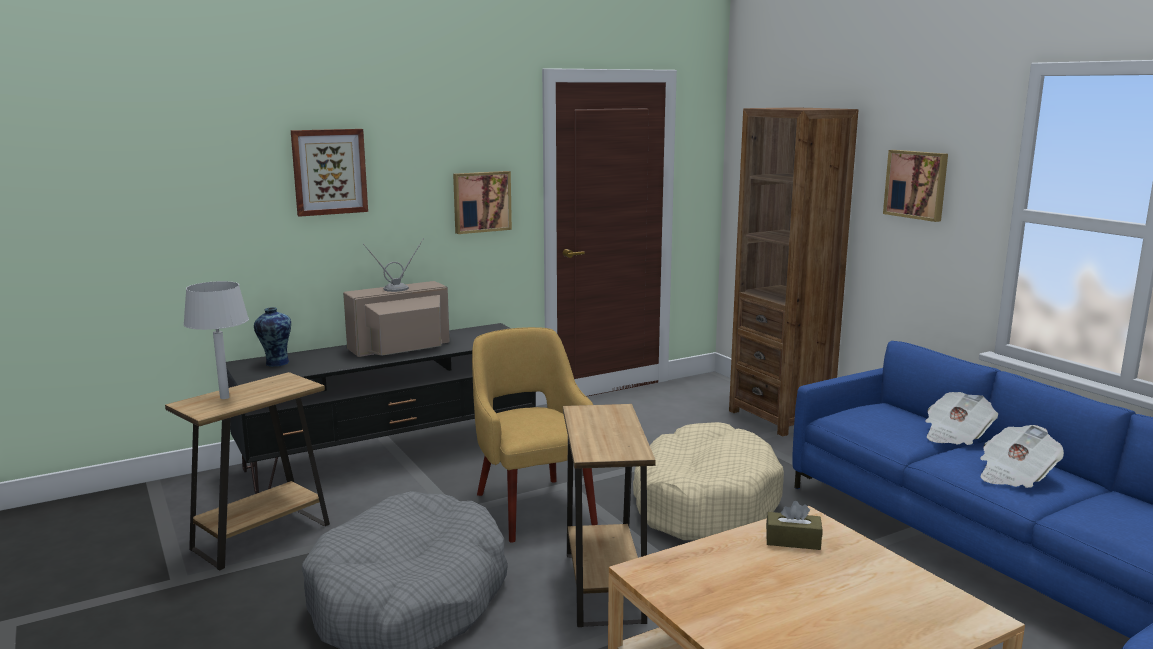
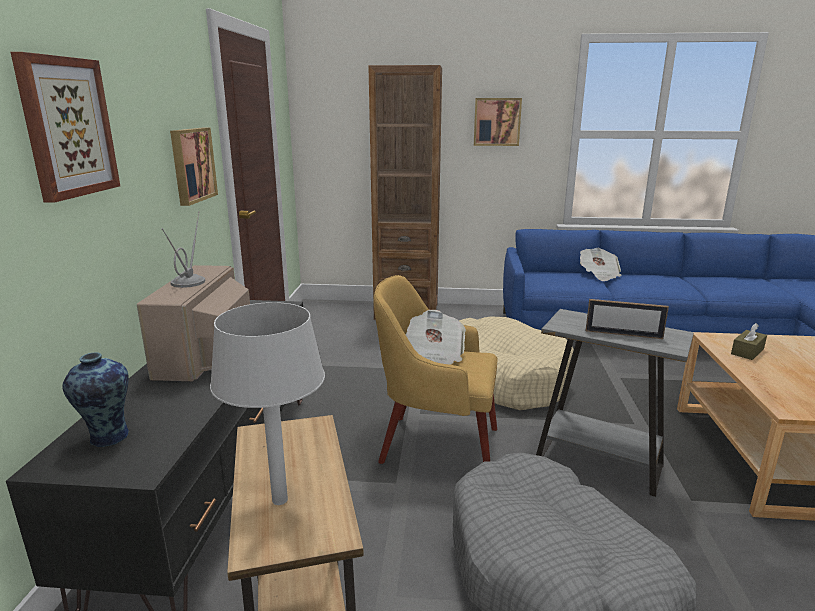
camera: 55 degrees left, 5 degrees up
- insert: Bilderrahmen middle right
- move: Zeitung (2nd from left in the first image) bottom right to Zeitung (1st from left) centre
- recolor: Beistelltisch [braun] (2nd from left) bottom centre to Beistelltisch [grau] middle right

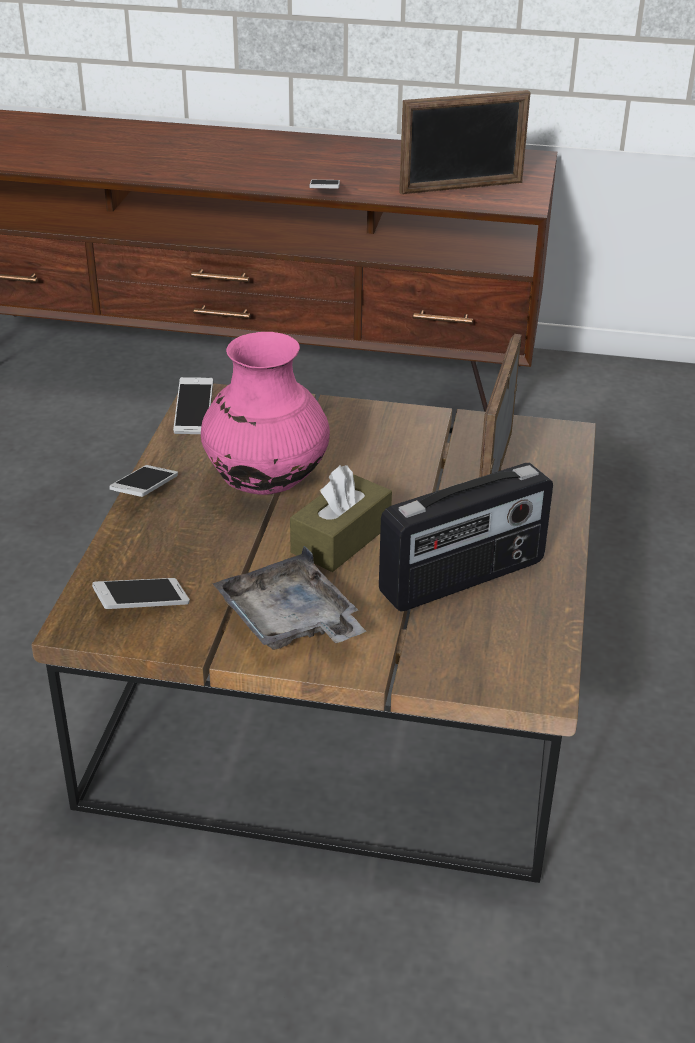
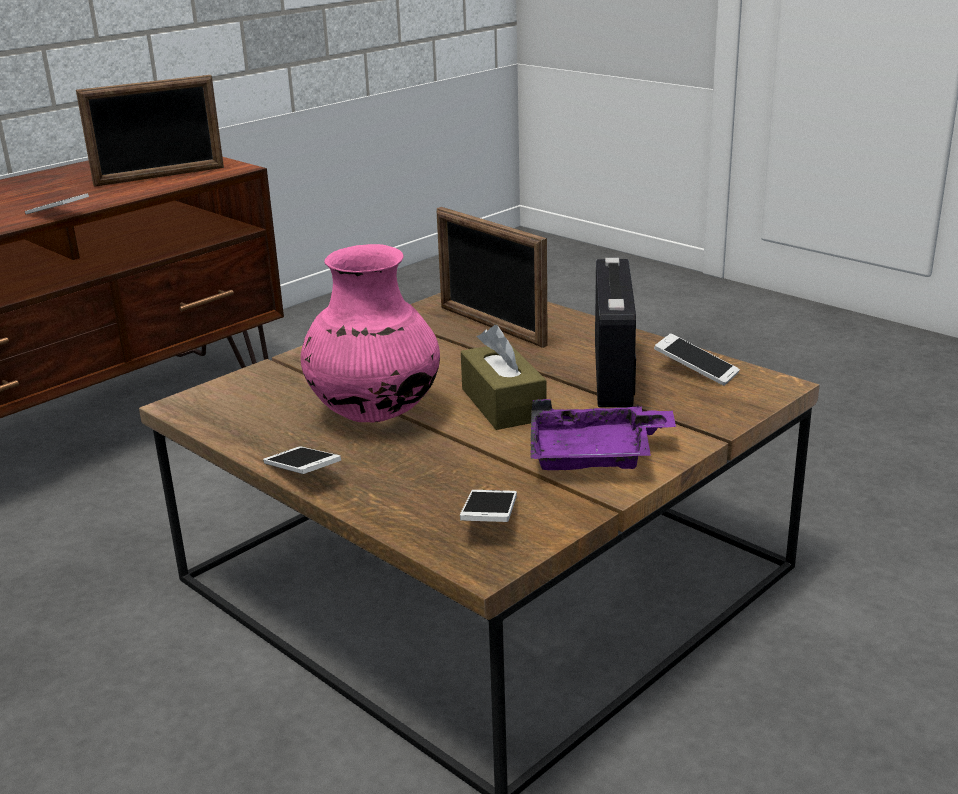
camera: 55 degrees left, 10 degrees down
- move: Handy (3rd from left in the first image) middle left to Handy (4th from left) middle right
- recolor: Tablett [grau] centre to Tablett [lila] centre
- rotate: Bilderrahmen (1st from left) top right = top left 45 degrees clockwise

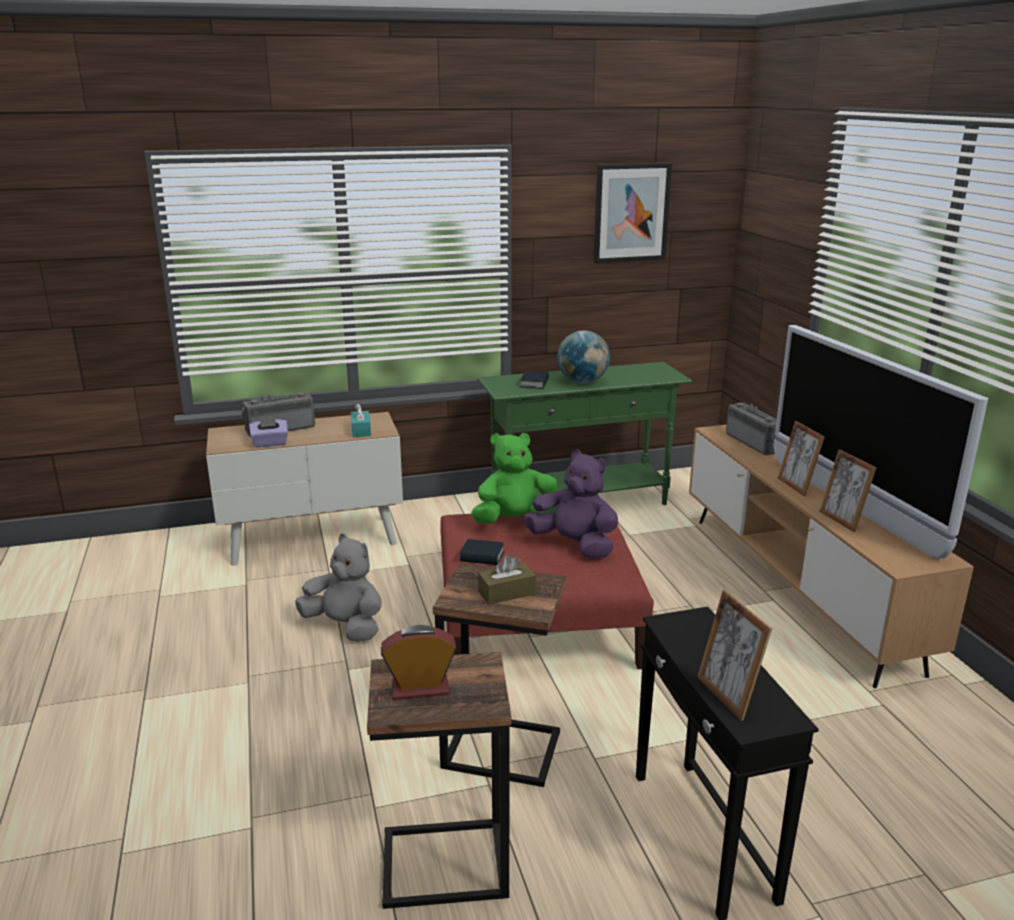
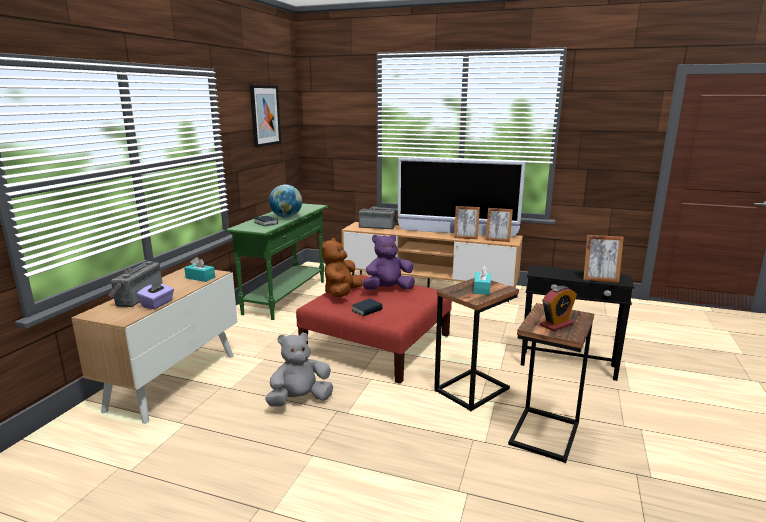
camera: 55 degrees left, 5 degrees down
- move: Bilderrahmen (2nd from left) middle right to centre
- recolor: Plüschtier [grün] centre to Plüschtier [braun] centre
- recolor: Taschentuchbox [braun] centre to Taschentuchbox [türkis] (2nd from left) centre
- rotate: Wecker bottom centre = middle right 150 degrees counterclockwise

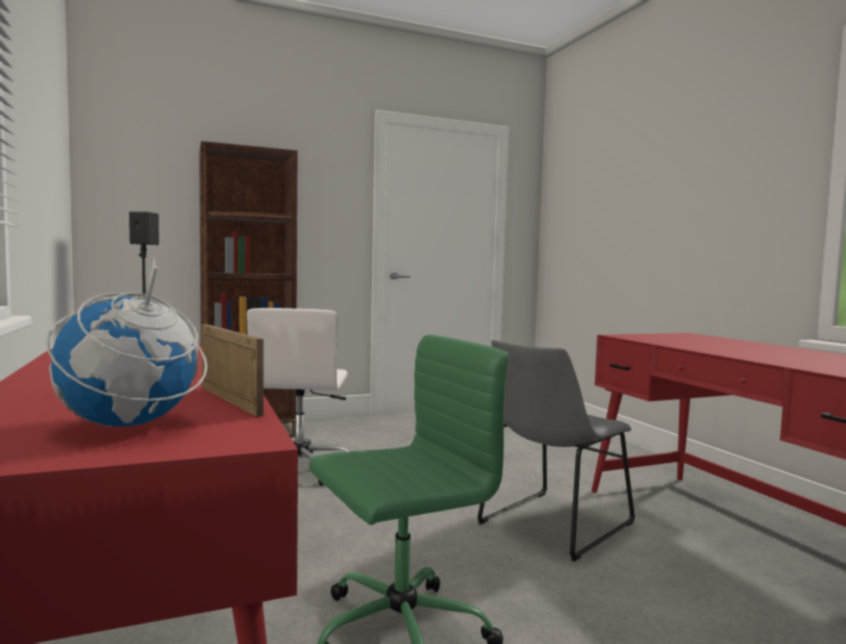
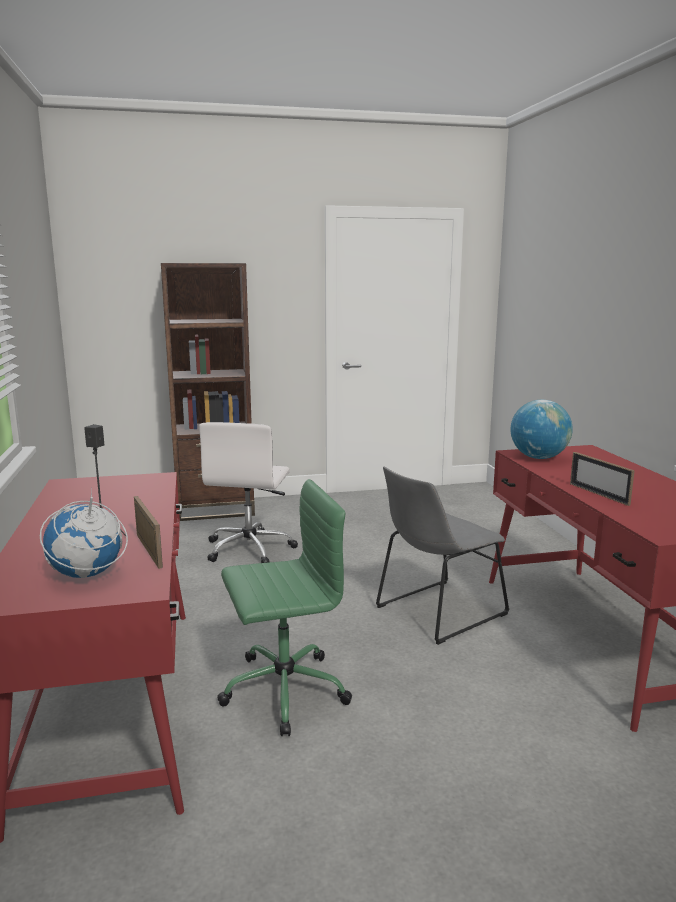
camera: 10 degrees right, 10 degrees up
- insert: Globus (2nd from left) middle right
- insert: Bilderrahmen (2nd from left) middle right

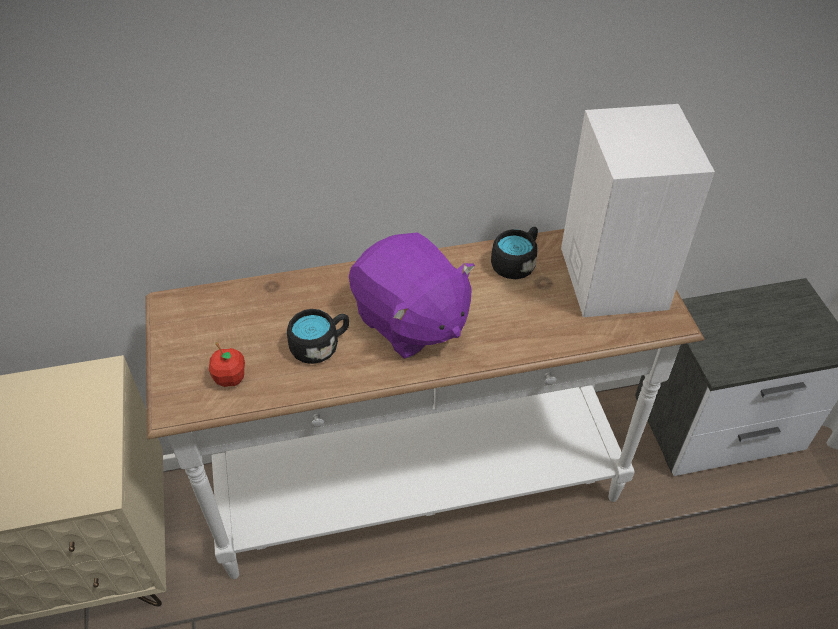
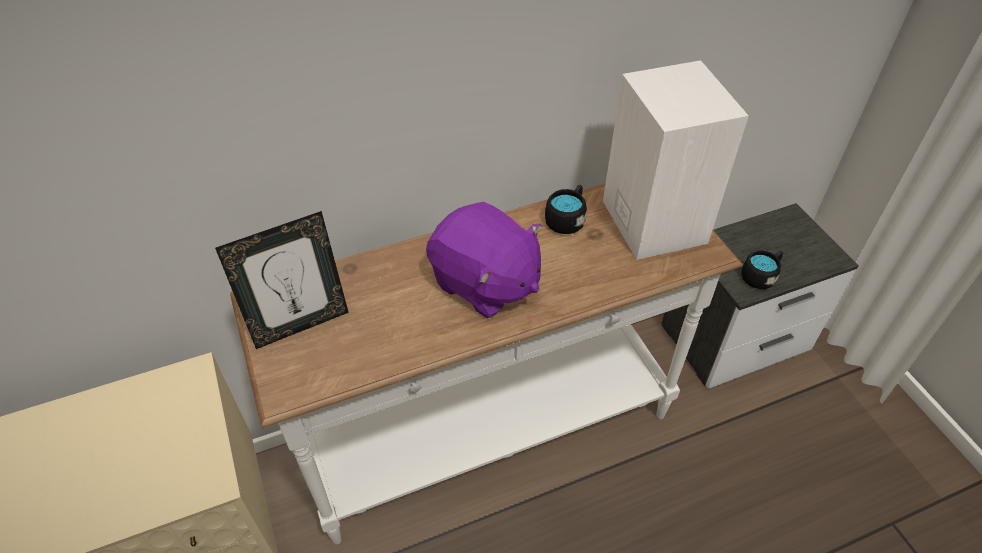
camera: 10 degrees left, 0 degrees up
- delete: Apfel middle left
- insert: Bilderrahmen middle left
- move: Henkelbecher [schwarz] (1st from left in the first image) centre to Henkelbecher [schwarz] (2nd from left) middle right

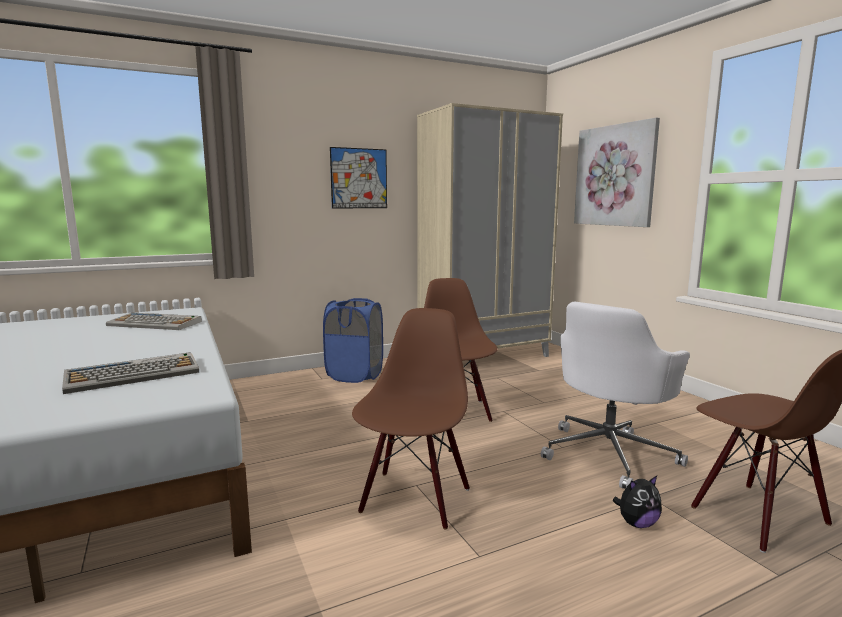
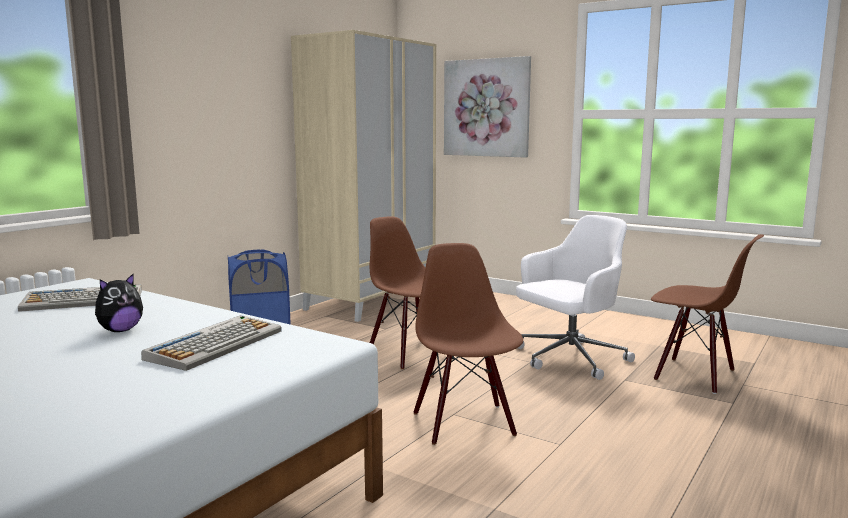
camera: 30 degrees left, 0 degrees up
- delete: Bild (1st from left) top centre
- move: Plüschtier bottom right to middle left
- rotate: Bürostuhl [weiß] middle right = middle right 135 degrees counterclockwise

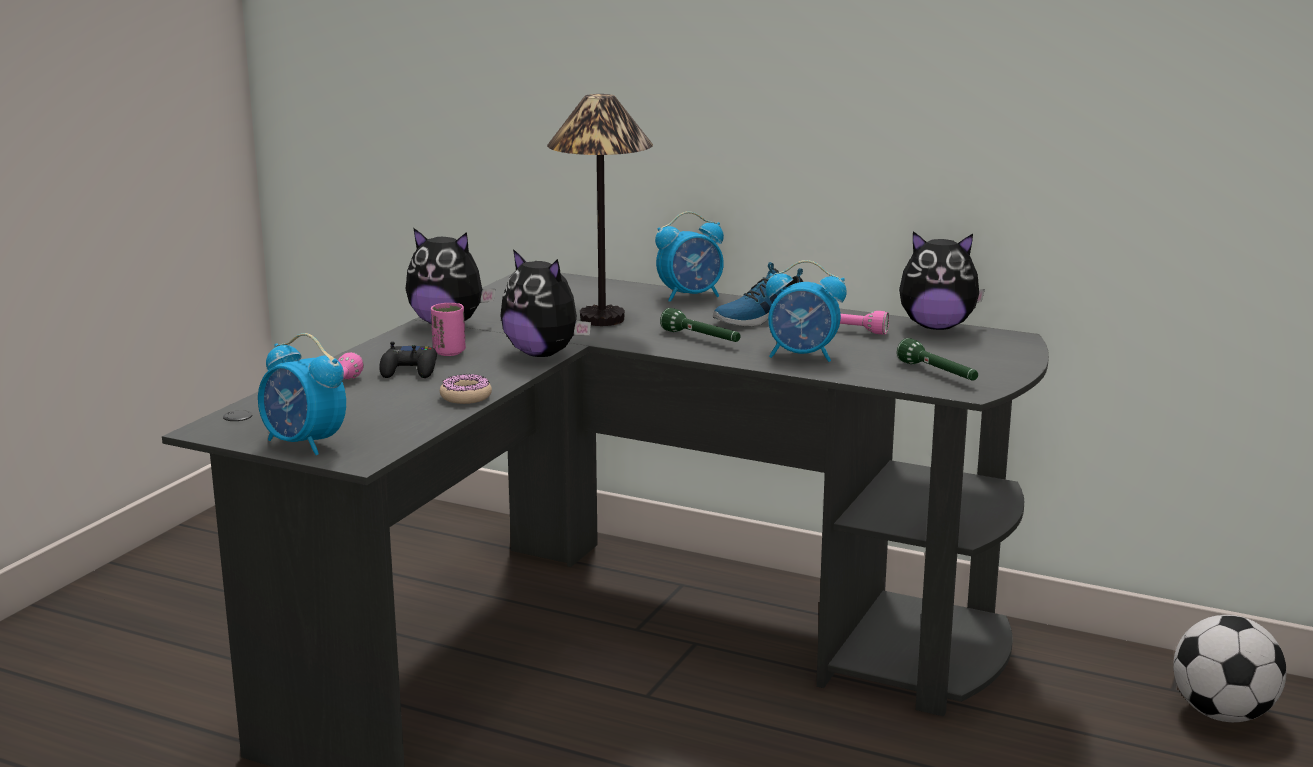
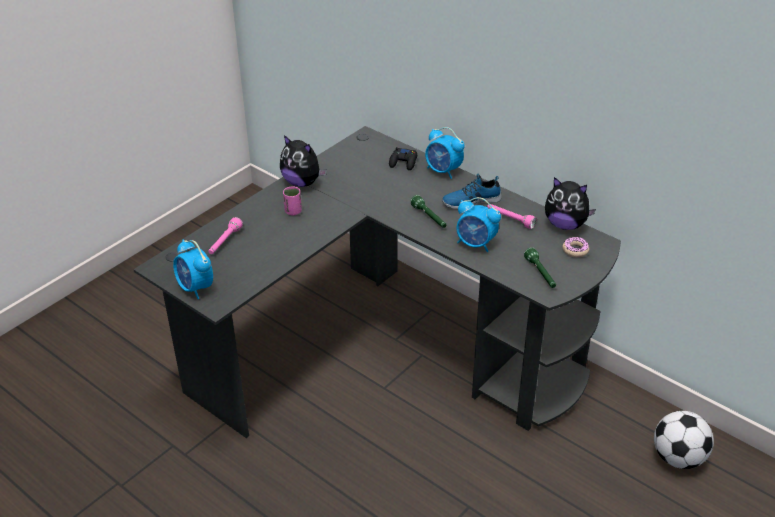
camera: 15 degrees right, 20 degrees up
- delete: Plüschtier (2nd from left) centre
- delete: Tischlampe top centre
- move: Gamepad [schwarz] middle left to top centre
- move: Donut centre to middle right
- rotate: Wecker (2nd from left) centre = top centre 45 degrees clockwise

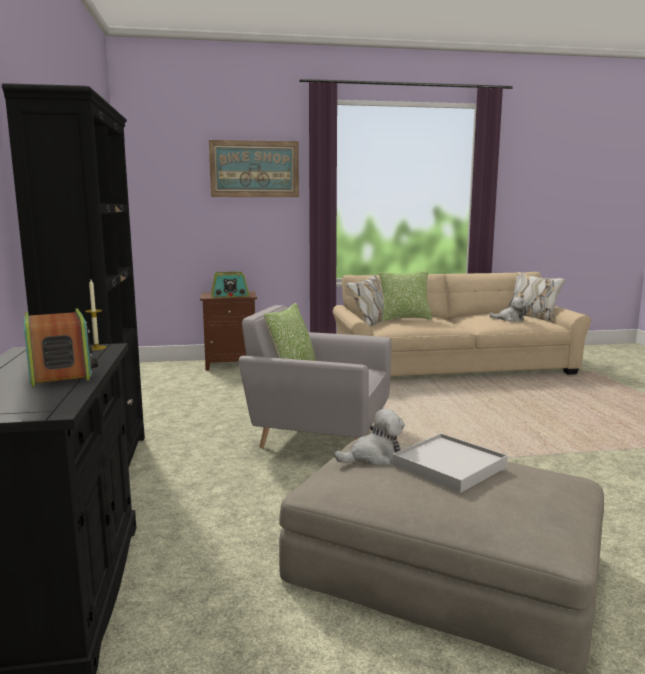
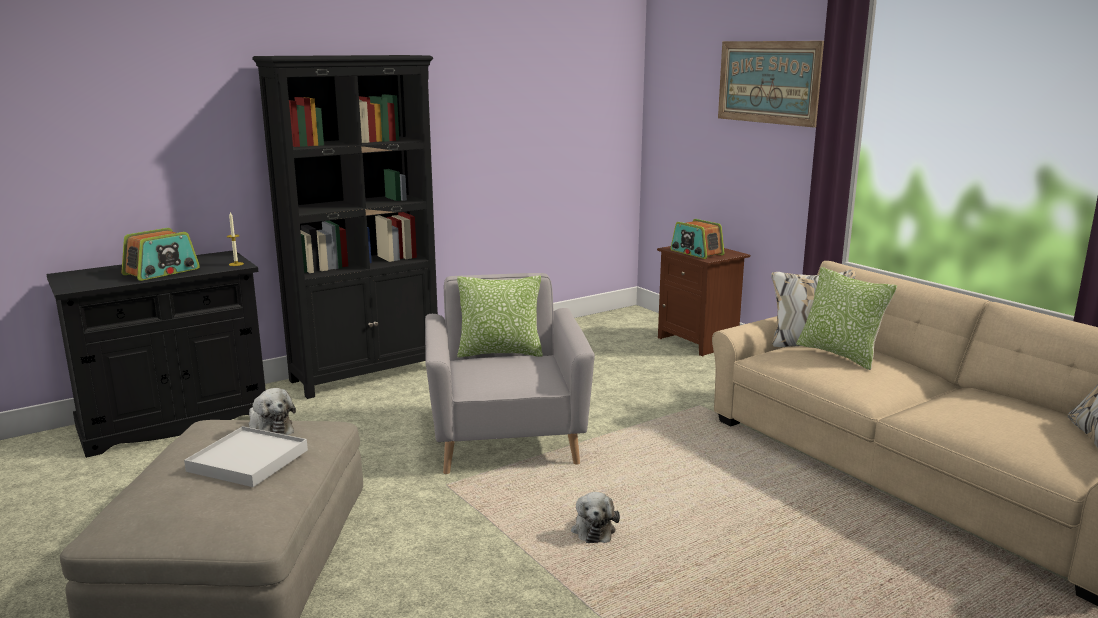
camera: 65 degrees right, 5 degrees up
- move: Plüschtier (2nd from left) middle right to bottom centre

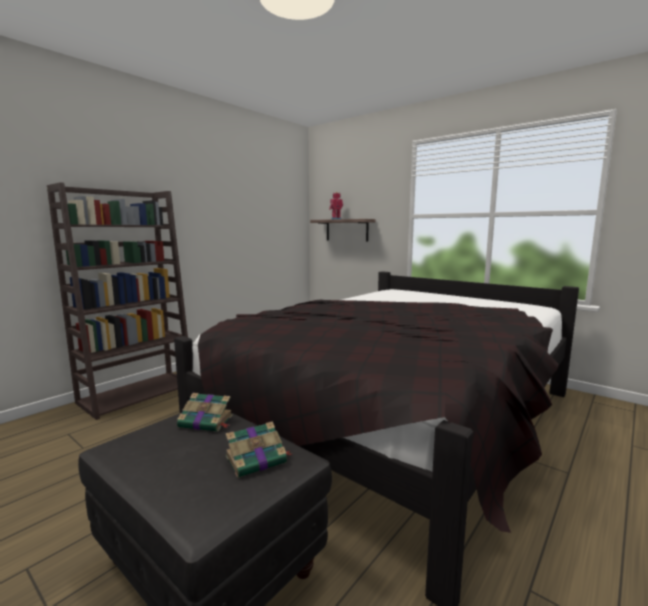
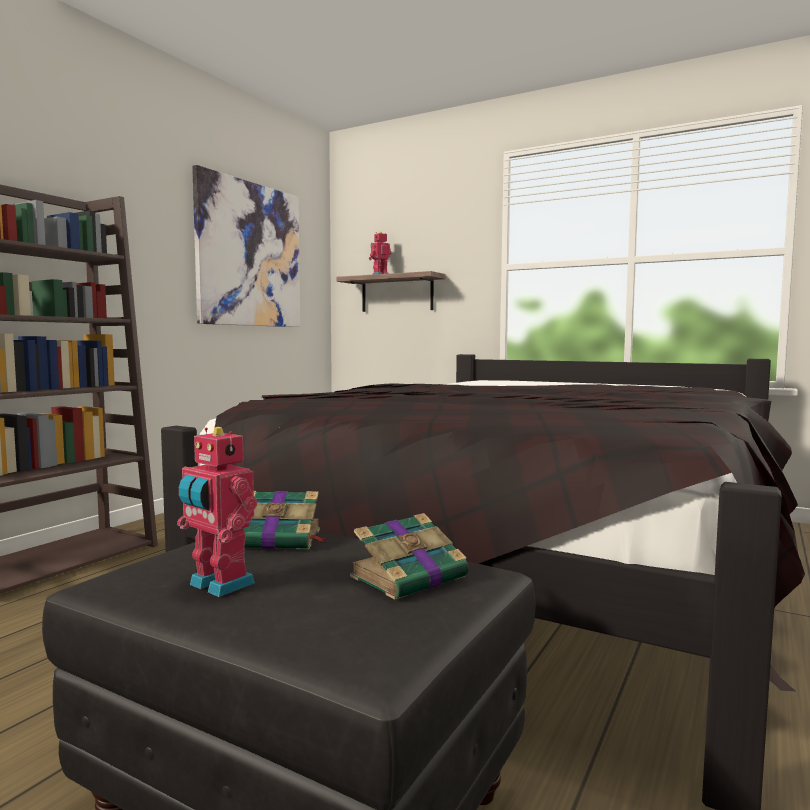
camera: 10 degrees left, 5 degrees down
- insert: Spielzeugroboter (1st from left) middle left
- insert: Bild top left

